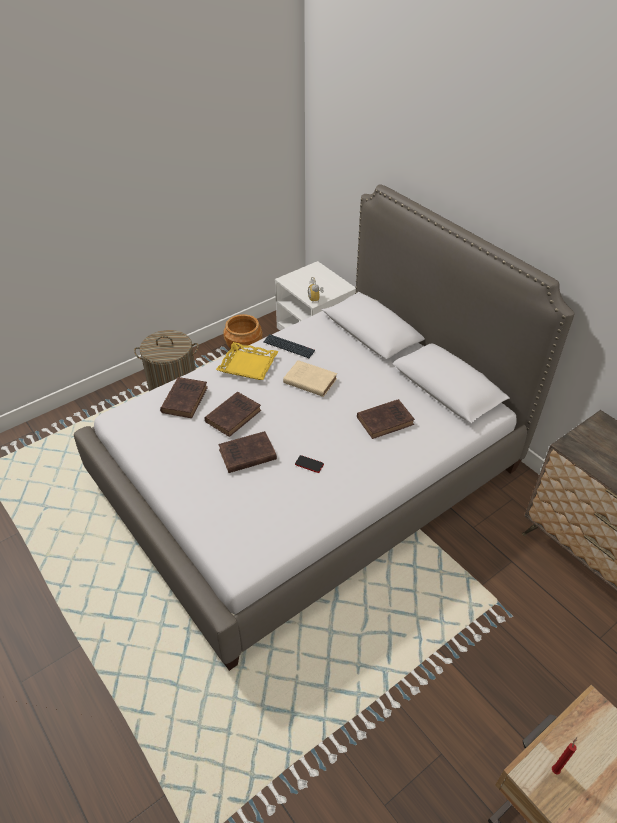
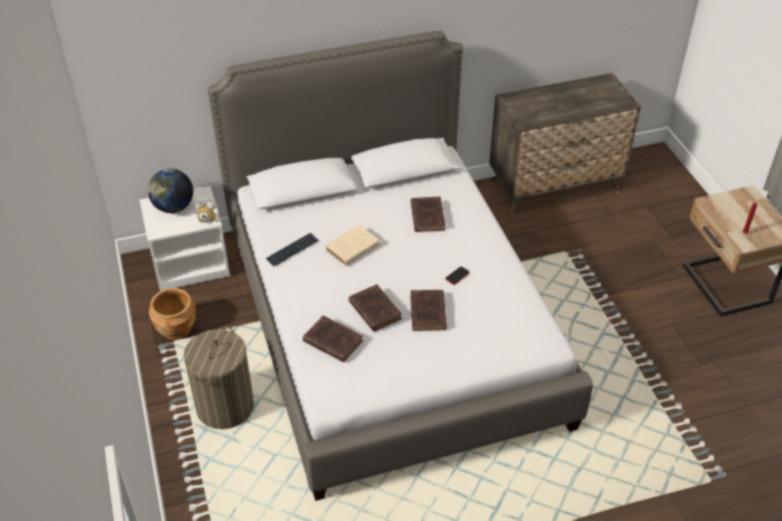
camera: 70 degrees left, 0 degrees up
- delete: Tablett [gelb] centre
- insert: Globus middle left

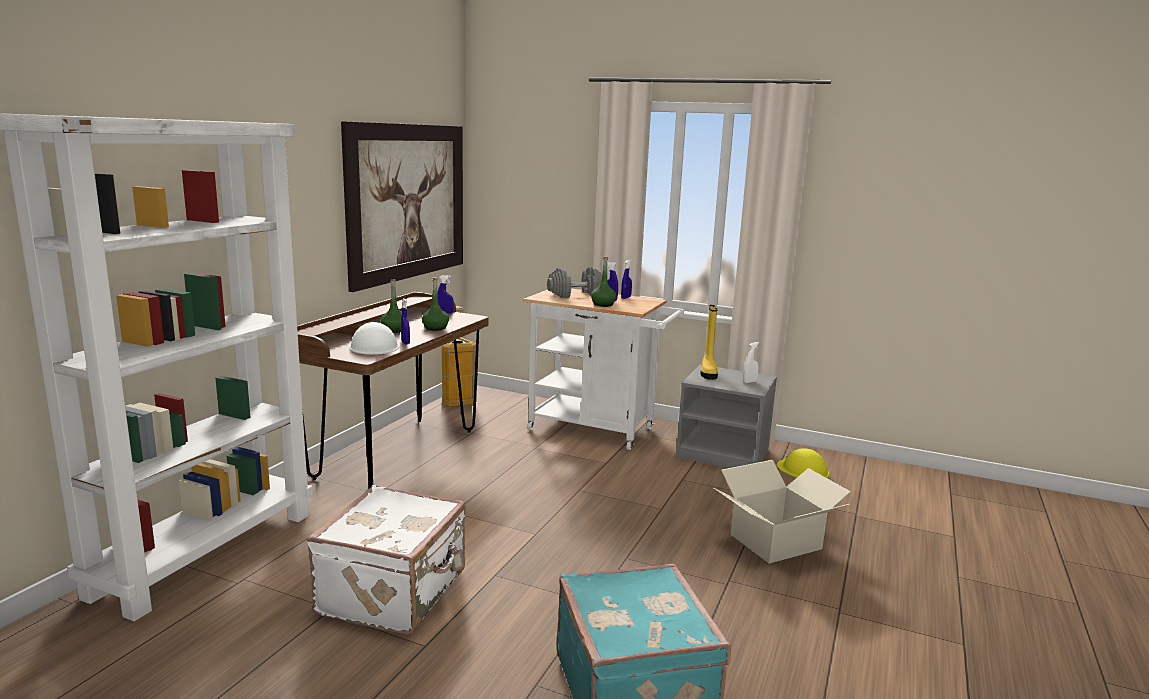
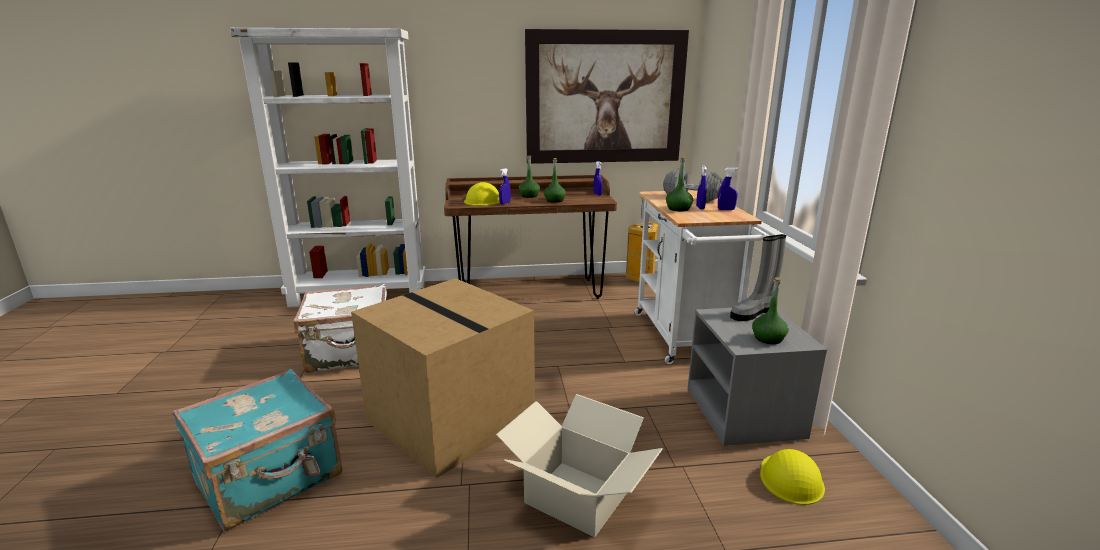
camera: 60 degrees right, 5 degrees up
- insert: Karton (1st from left) bottom centre
- replace: Sprühflasche [weiß] centre to Flasche [grün] (4th from left) middle right
- recolor: Schutzhelm [weiß] middle left to Schutzhelm [gelb] (1st from left) centre
- recolor: Stiefel [gelb] centre to Stiefel [grau] middle right

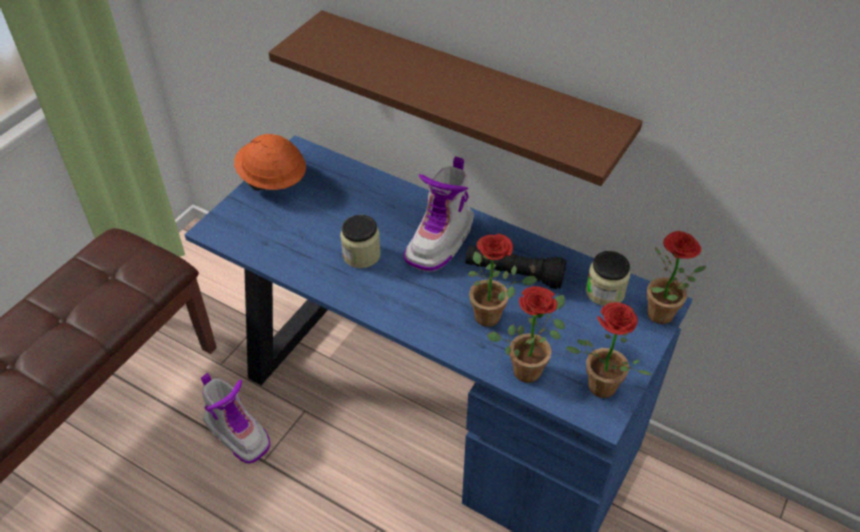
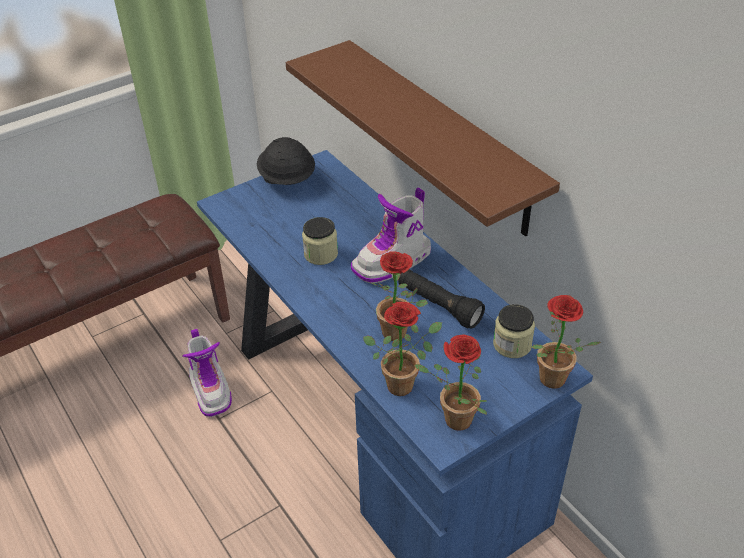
camera: 25 degrees right, 5 degrees down
- recolor: Schutzhelm [orange] top left to Schutzhelm [schwarz] top centre

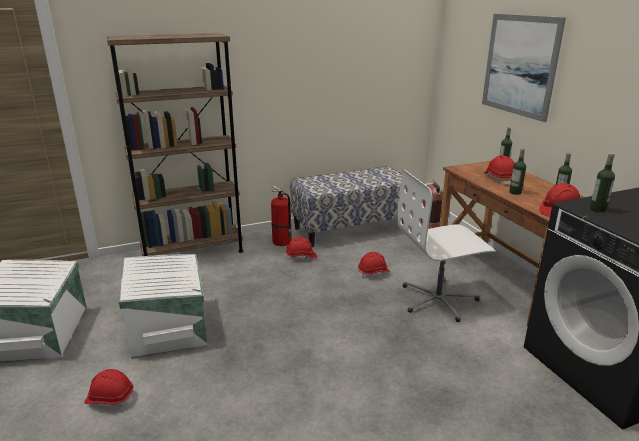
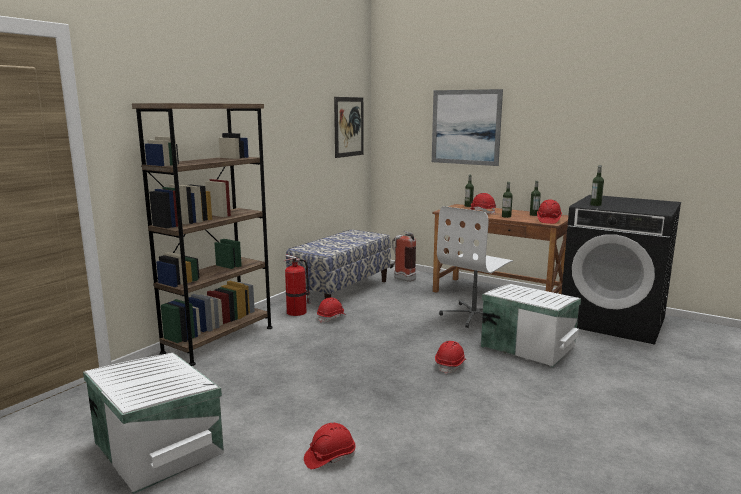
camera: 35 degrees left, 10 degrees down
- insert: Bild (1st from left) top centre
- move: Aufbewahrungsbox [weiß] (2nd from left) bottom left to middle right
- move: Schutzhelm [rot] (3rd from left) centre to bottom centre

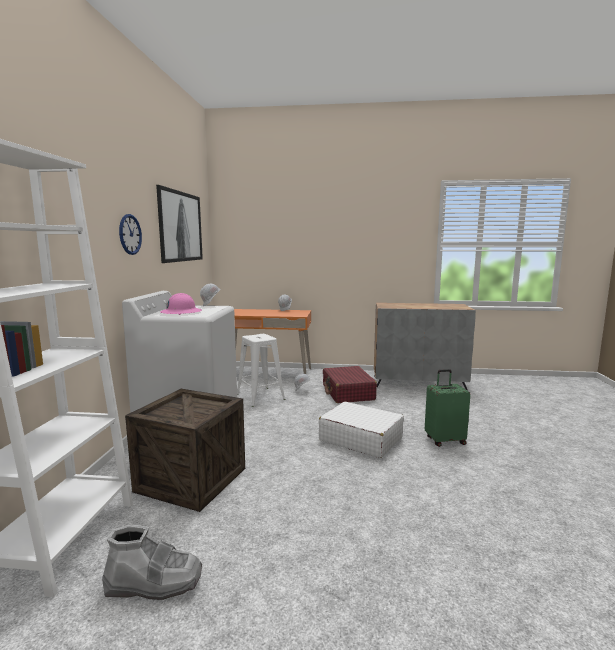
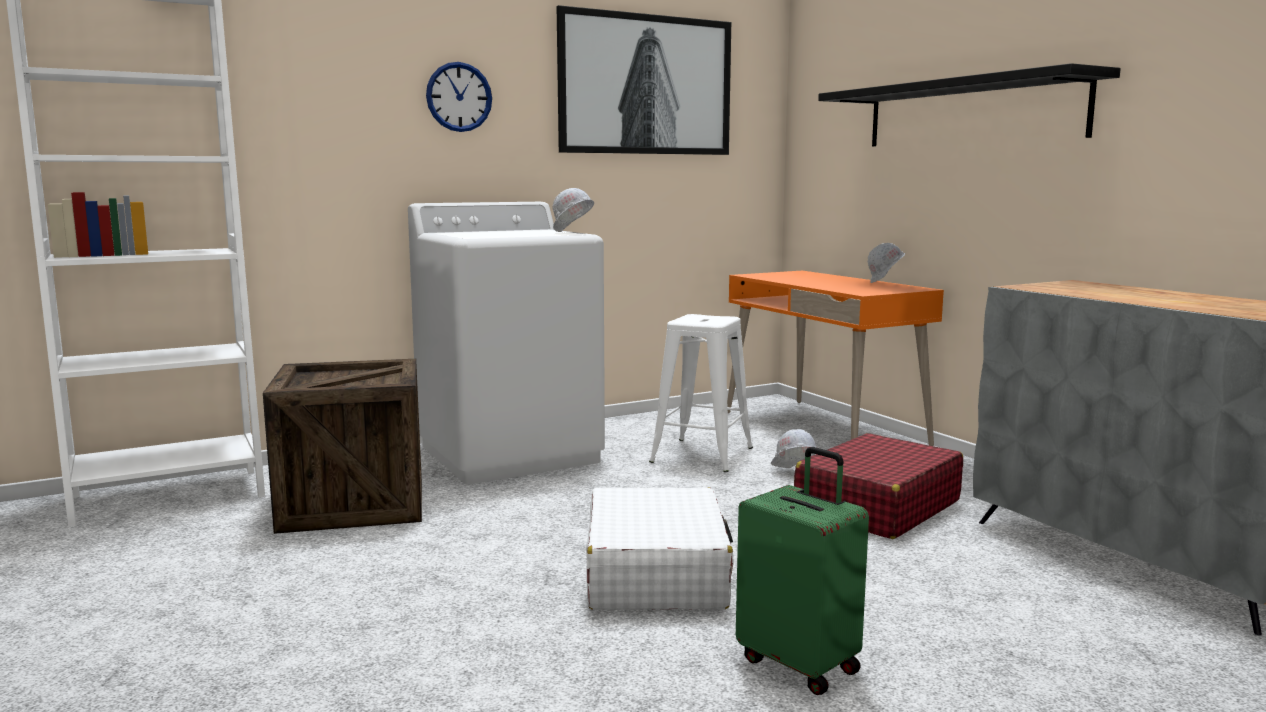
camera: 55 degrees right, 0 degrees up
- delete: Stiefel [grau] bottom left
- delete: Schutzhelm [rosa] middle left
- insert: Wandregal [schwarz] top right

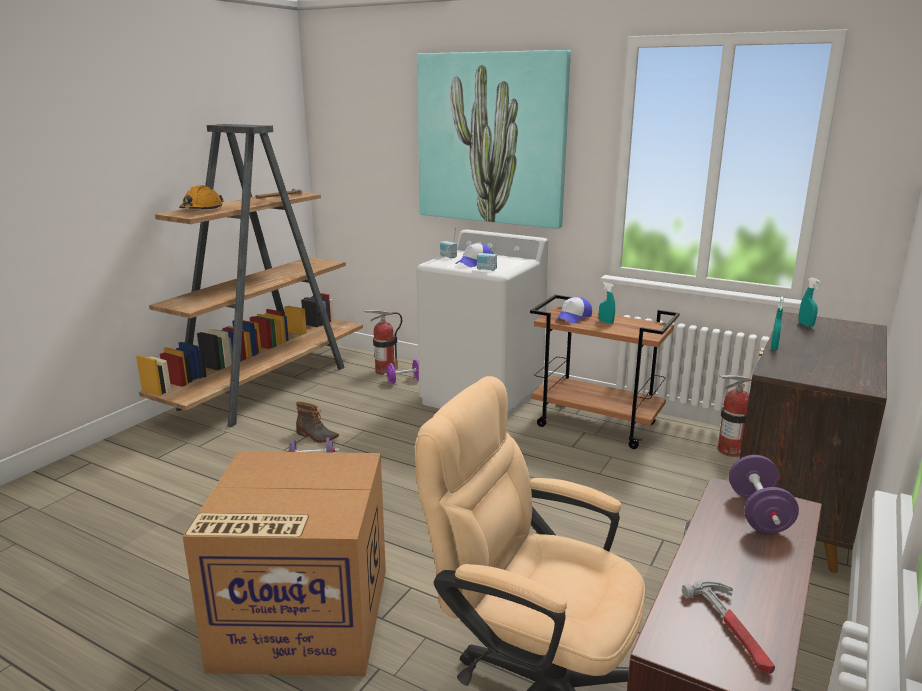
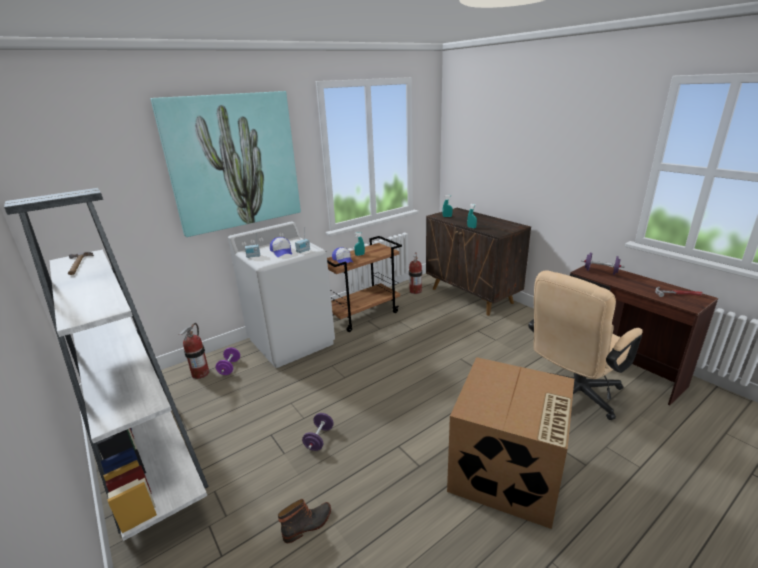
camera: 65 degrees left, 5 degrees up
- delete: Schutzhelm [orange] top left
- move: Stiefel centre to bottom centre
- recolor: Bücherregal [braun] middle left to Bücherregal [weiß] middle left

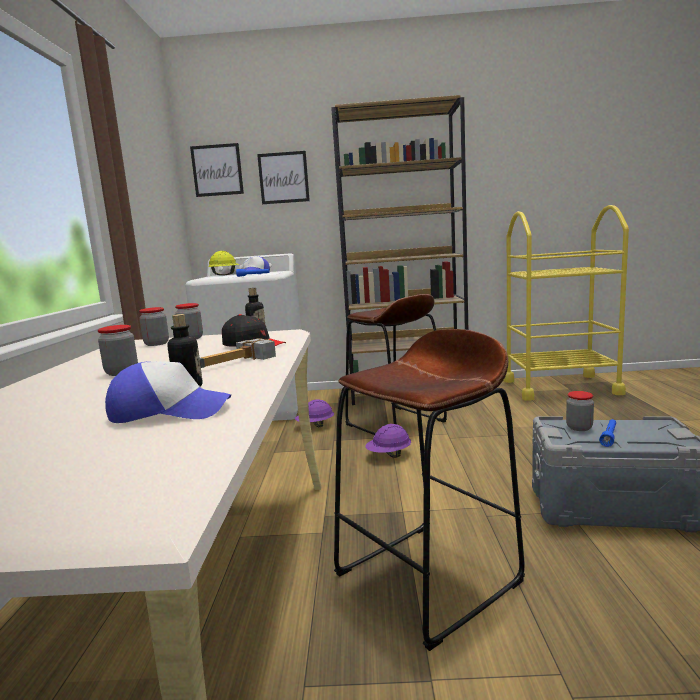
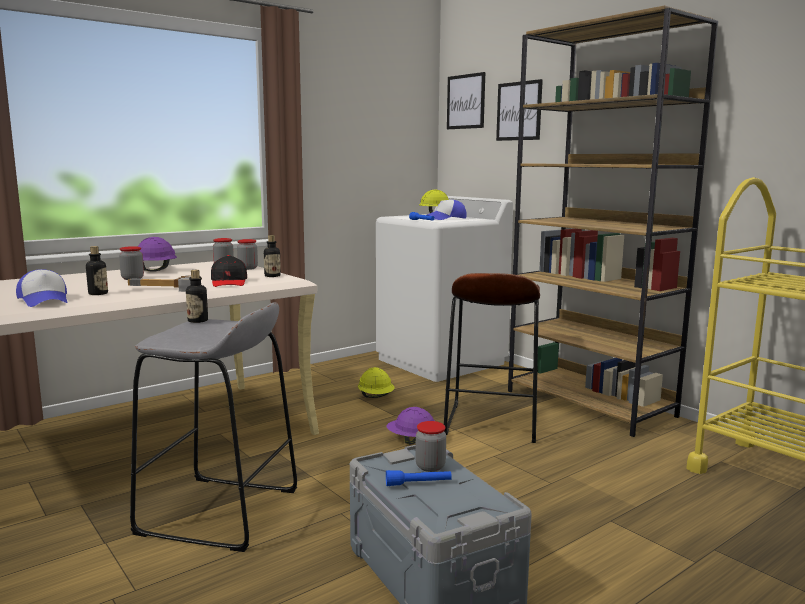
camera: 50 degrees right, 0 degrees up
- insert: Flasche (2nd from left) middle left
- insert: Schutzhelm [gelb] (1st from left) centre
- move: Schutzhelm [lila] (1st from left) centre to middle left
- recolor: Hocker [braun] (2nd from left) bottom centre to Hocker [grau] bottom left

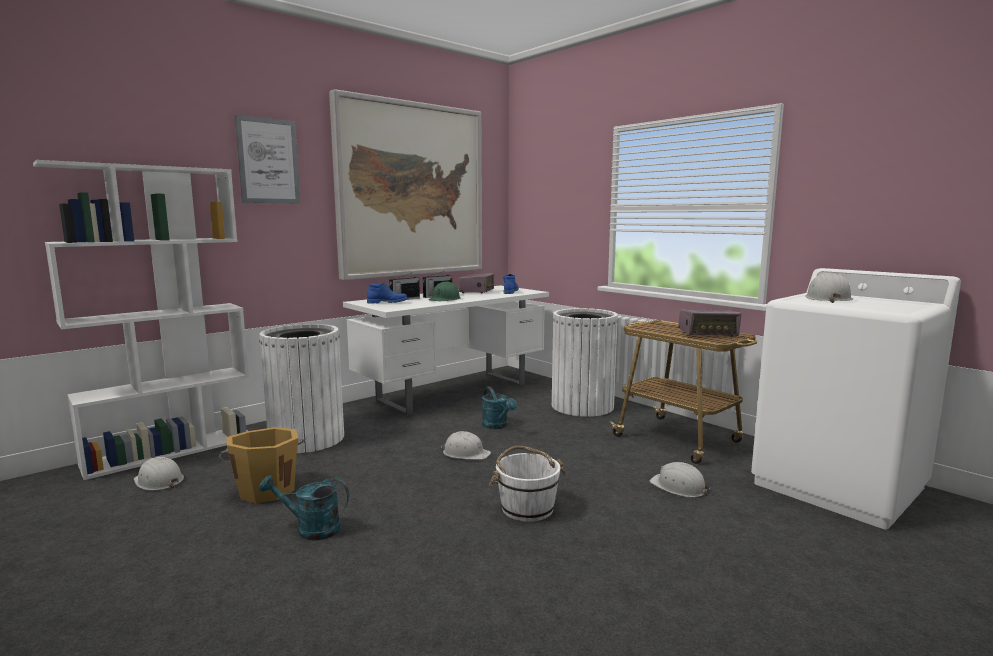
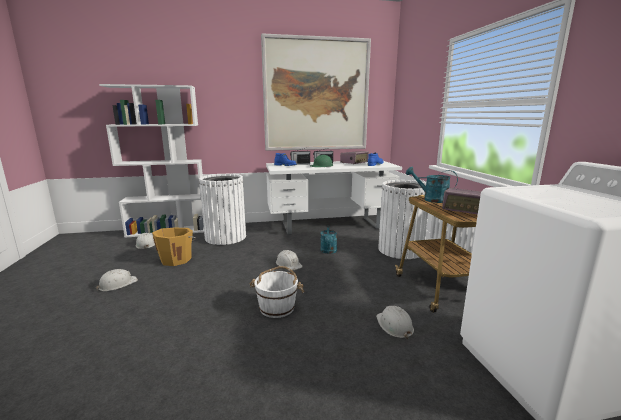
camera: 30 degrees right, 5 degrees up
- delete: Bild (1st from left) top left
- move: Gießkanne [türkis] (1st from left in the first image) bottom left to Gießkanne [türkis] (2nd from left) middle right
- move: Schutzhelm [weiß] (4th from left in the first image) middle right to Schutzhelm [weiß] (1st from left) bottom left

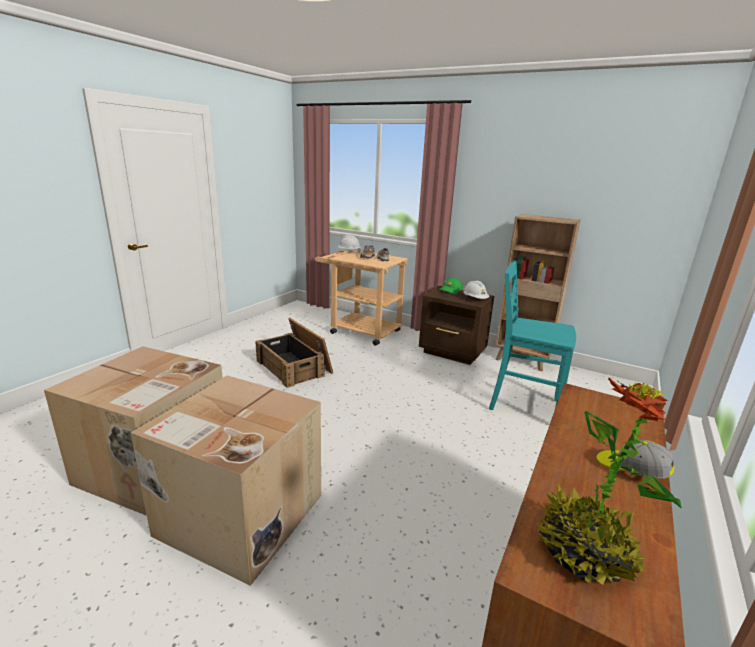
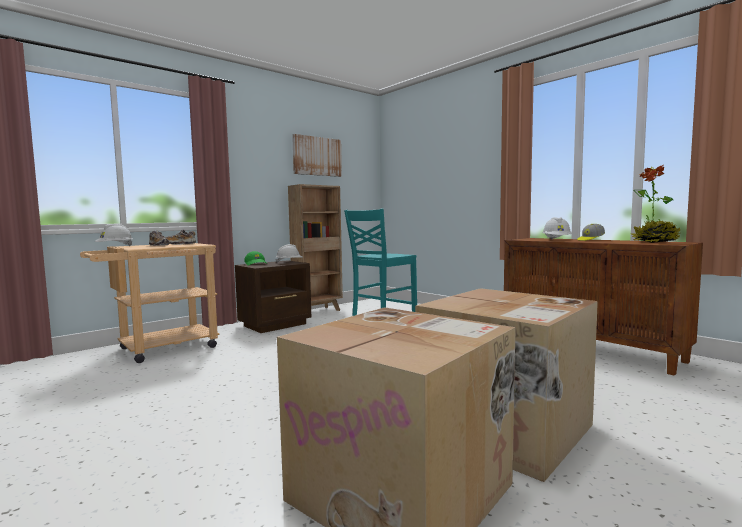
camera: 70 degrees left, 15 degrees down
- delete: Kiste centre
- insert: Bild top centre
- insert: Schutzhelm [weiß] (3rd from left) middle right

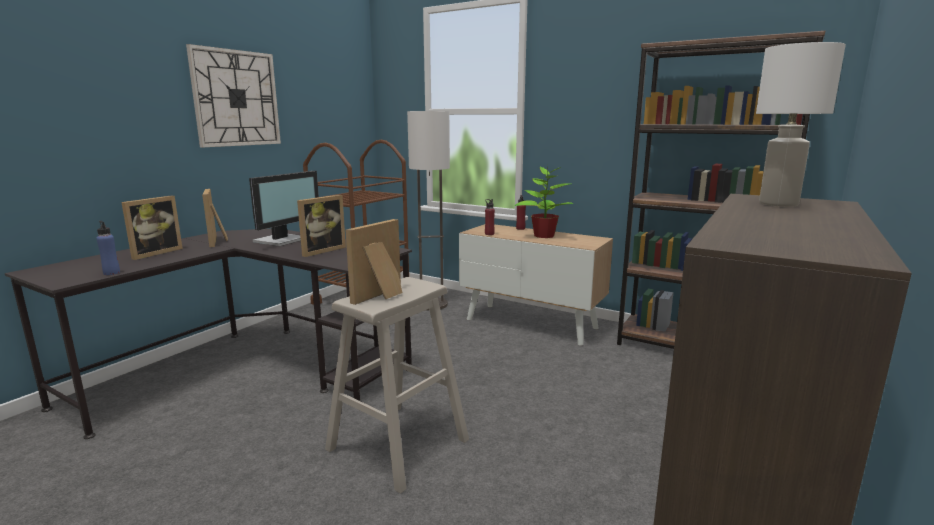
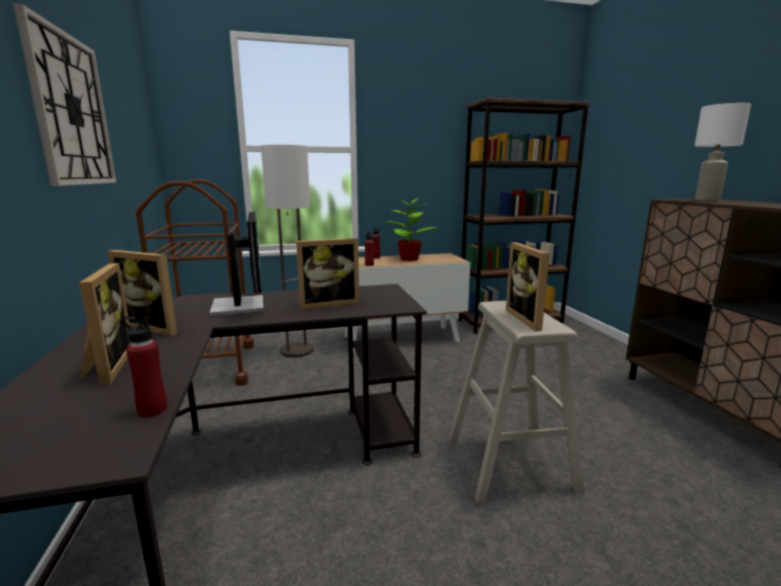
camera: 45 degrees left, 0 degrees up
- recolor: Flasche [blau] middle left to Flasche [rot] (1st from left) middle left
- rotate: Bilderrahmen (3rd from left) centre = centre 75 degrees clockwise

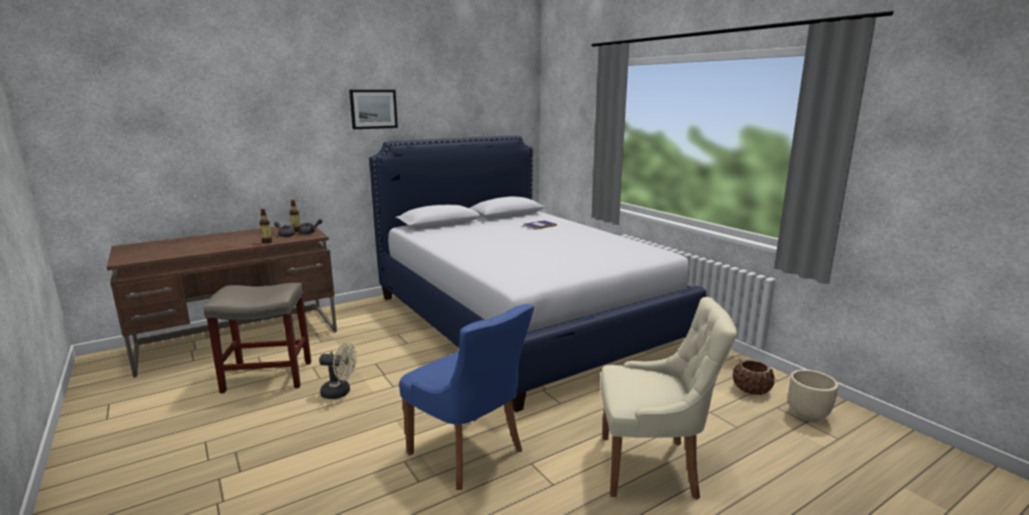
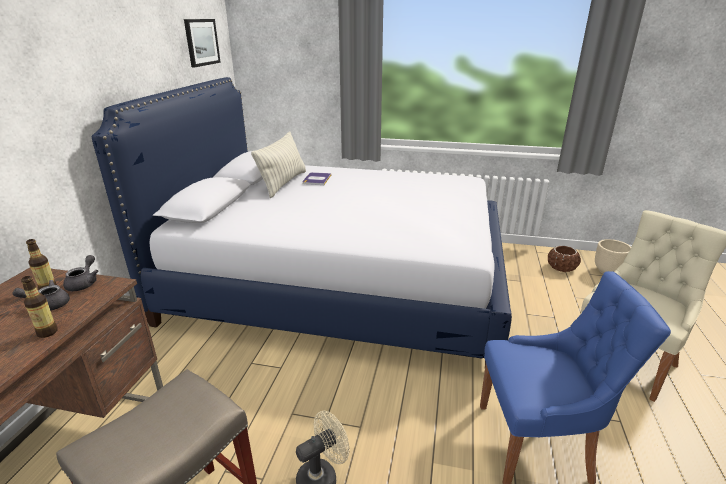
camera: 45 degrees left, 10 degrees up
- insert: Kissen centre
- move: Bild top centre to top left

